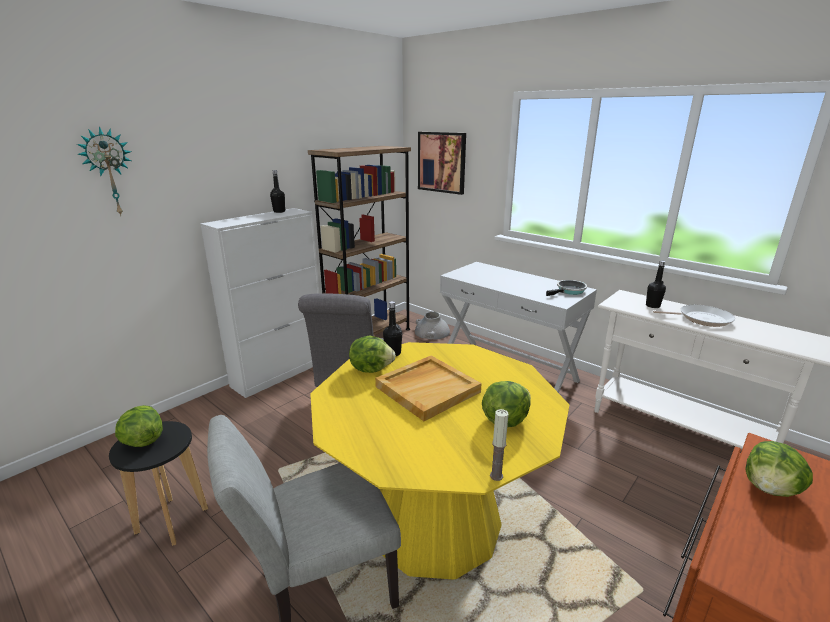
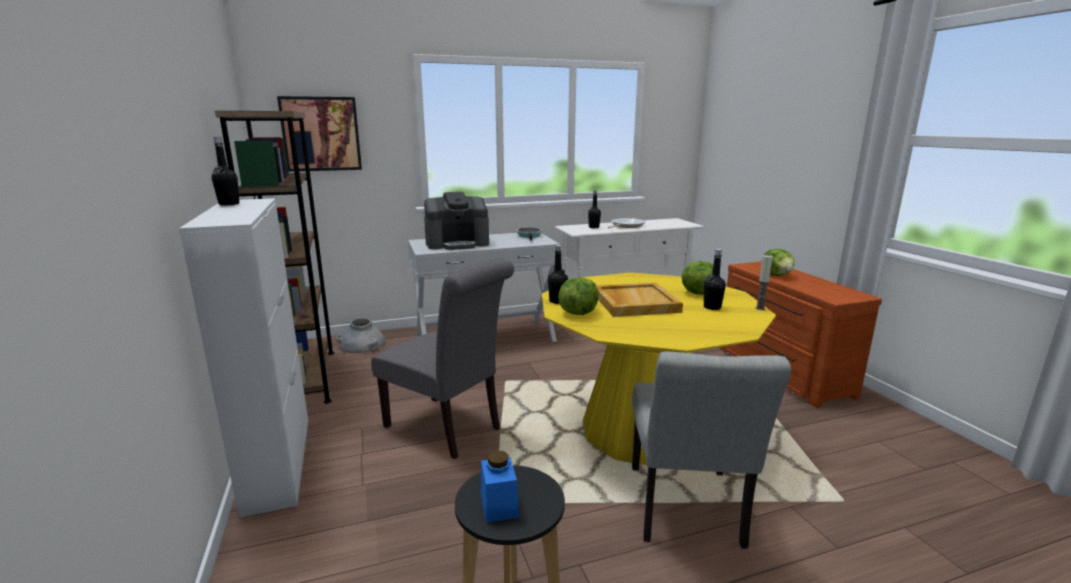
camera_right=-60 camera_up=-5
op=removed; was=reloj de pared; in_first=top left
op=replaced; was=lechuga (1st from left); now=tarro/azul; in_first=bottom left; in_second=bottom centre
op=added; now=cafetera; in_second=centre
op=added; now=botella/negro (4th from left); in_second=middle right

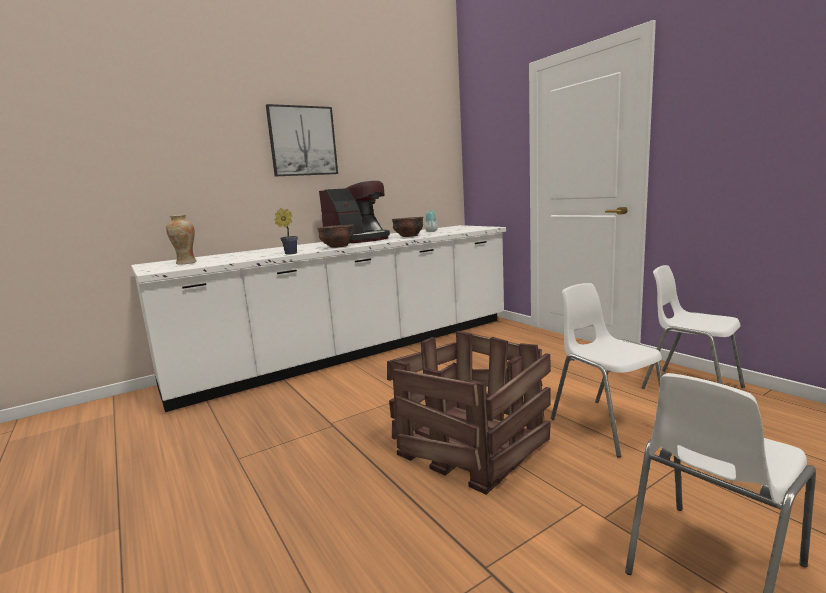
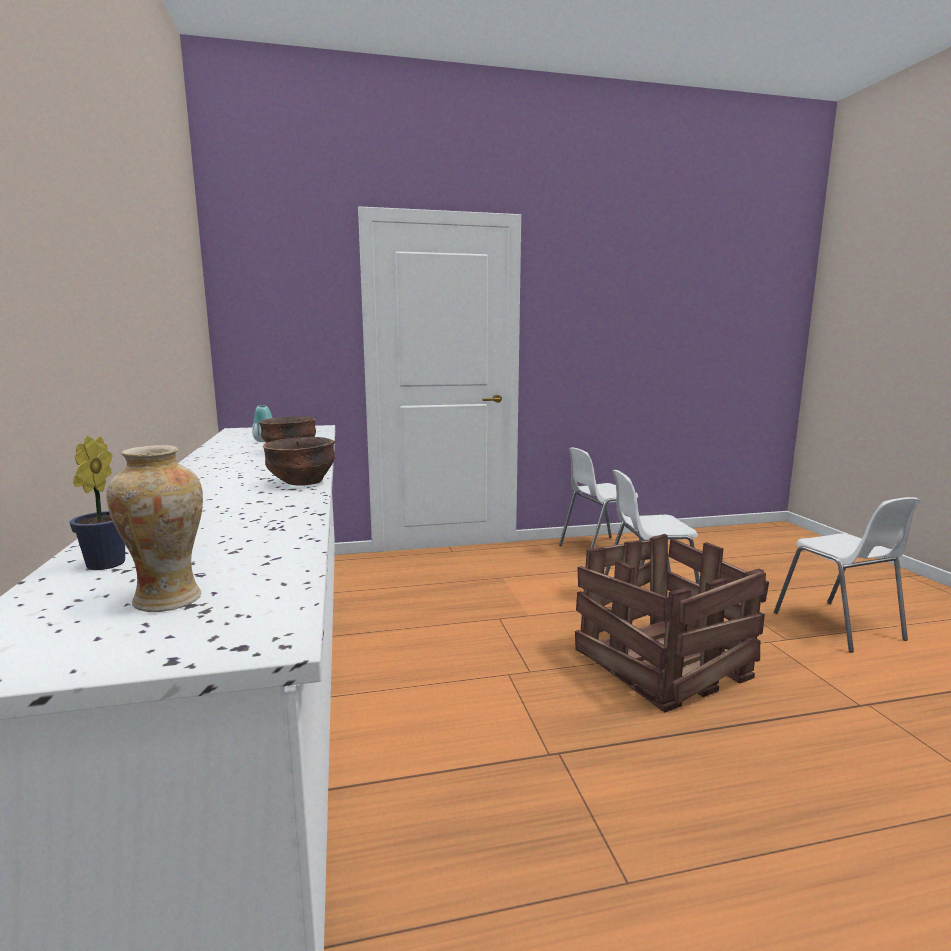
camera_right=-70 camera_up=0
op=removed; was=cuadro; in_first=top centre
op=removed; was=cafetera; in_first=centre
op=moved; was=planta en maceta; in_first=centre; in_second=middle left

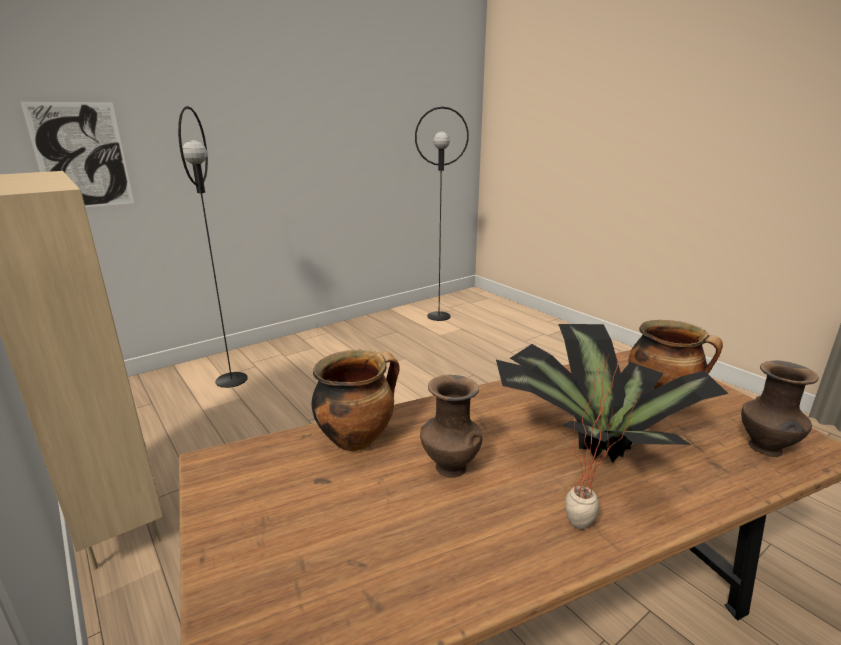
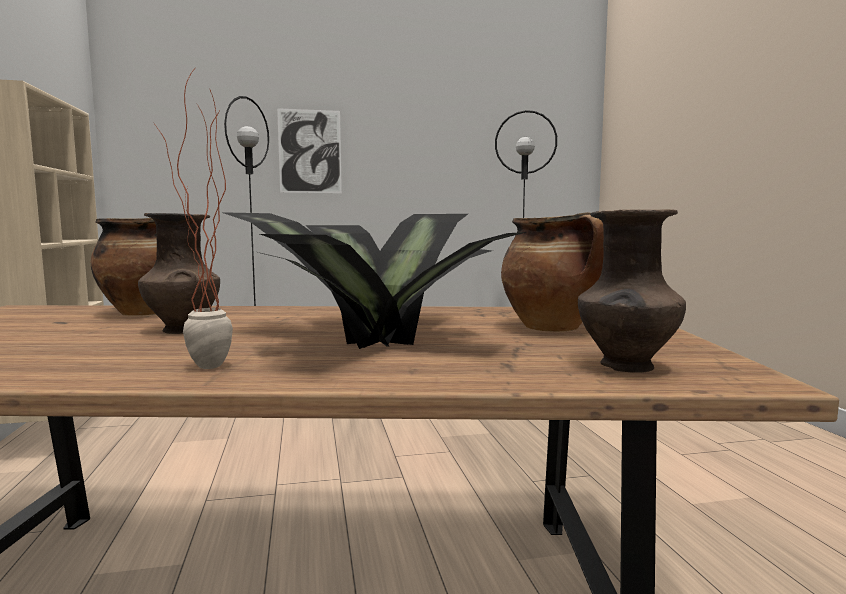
camera_right=25 camera_up=-15
op=moved; was=cuadro; in_first=top left; in_second=top centre

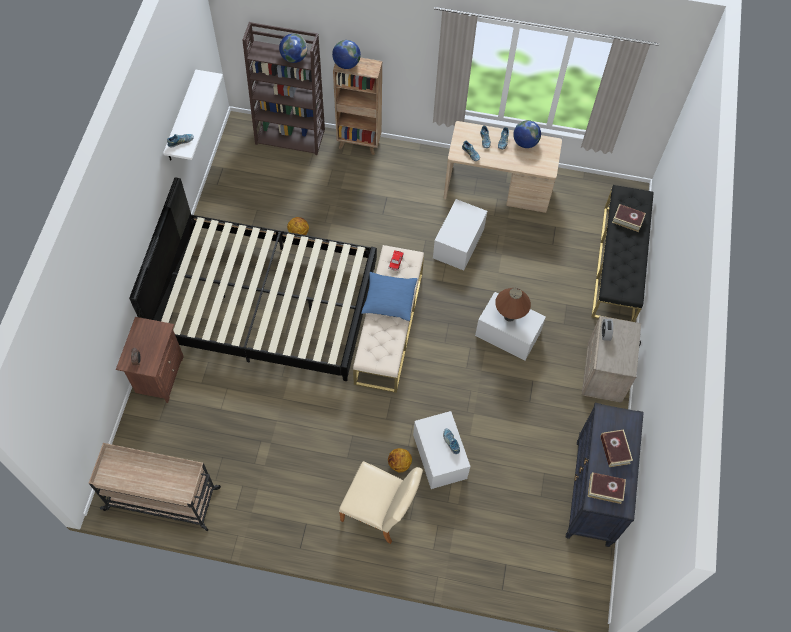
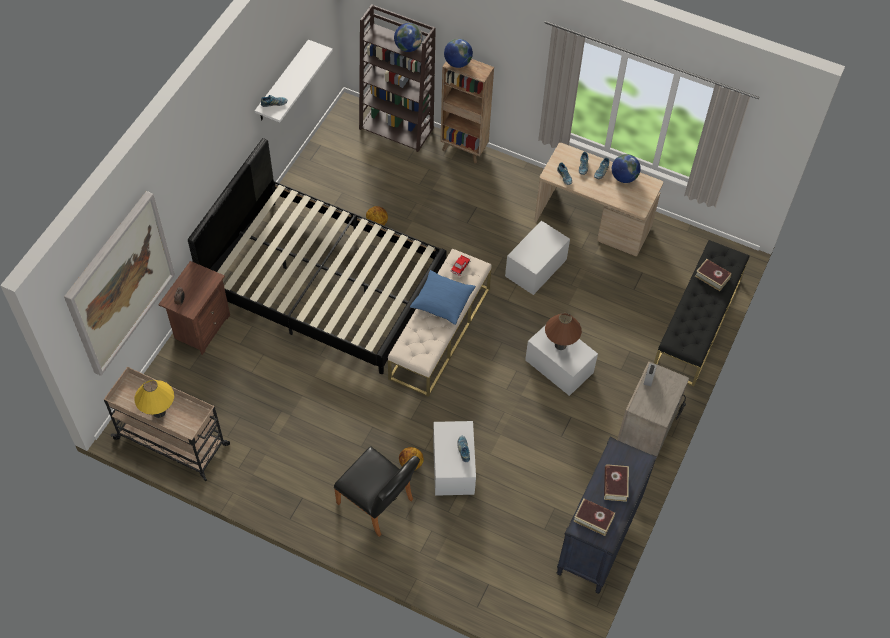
camera_right=15 camera_up=-5
op=recoloured; was=silla/beis; now=silla/negro; in_first=bottom centre; in_second=bottom centre
op=added; now=cuadro; in_second=middle left
op=added; now=lámpara de mesa/amarillo; in_second=middle left

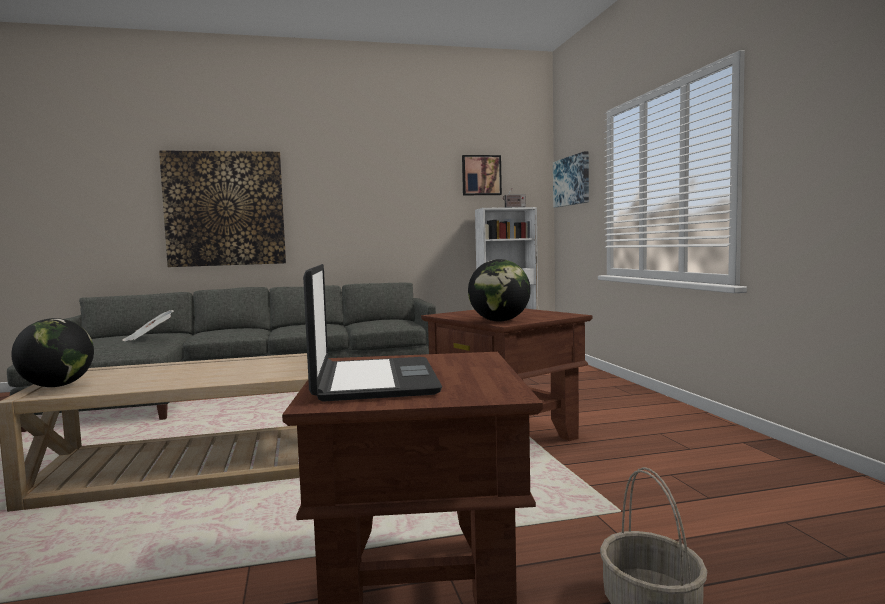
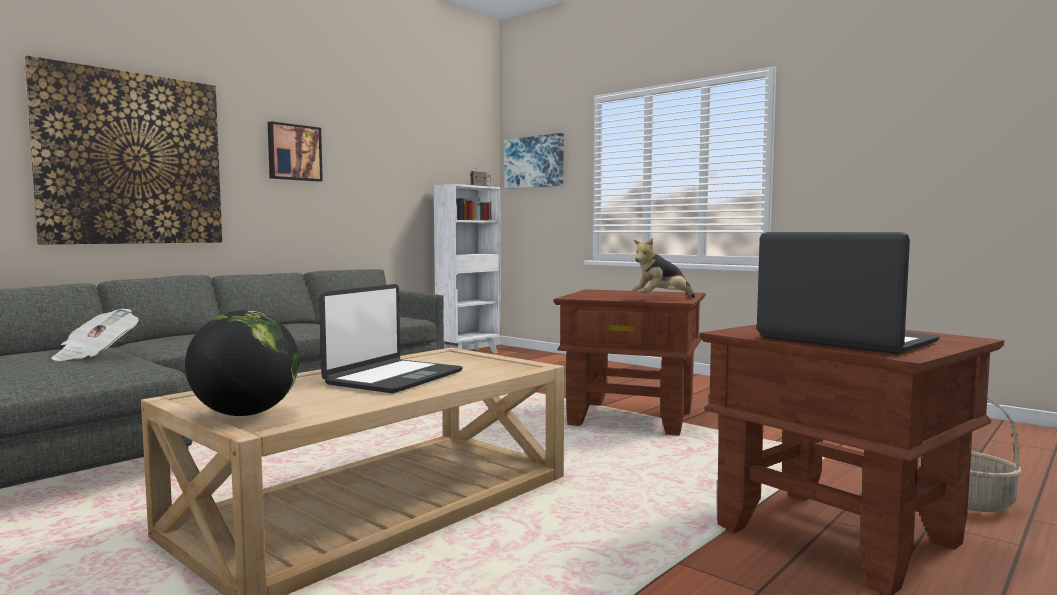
camera_right=-35 camera_up=0
op=moved; was=cuadro (2nd from left); in_first=top centre; in_second=top left
op=replaced; was=globo terráqueo (2nd from left); now=peluche; in_first=centre; in_second=centre
op=added; now=portátil (1st from left); in_second=centre

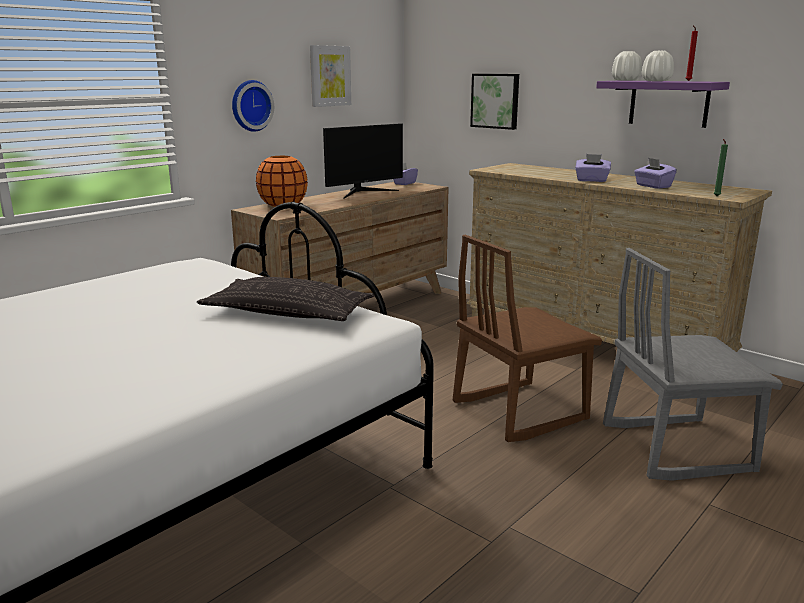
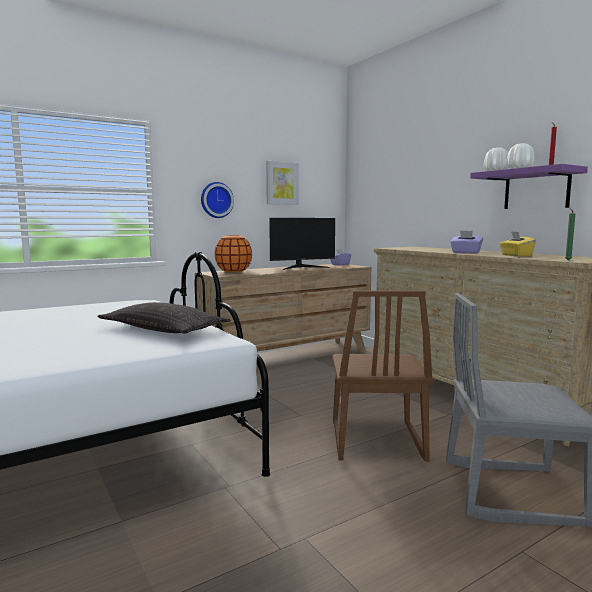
camera_right=15 camera_up=-10
op=removed; was=cuadro (2nd from left); in_first=top centre
op=recoloured; was=caja de pañuelos/morado (3rd from left); now=caja de pañuelos/amarillo; in_first=top right; in_second=middle right
op=turned; was=silla/marrón; in_first=centre; in_second=centre; clockwise=-75

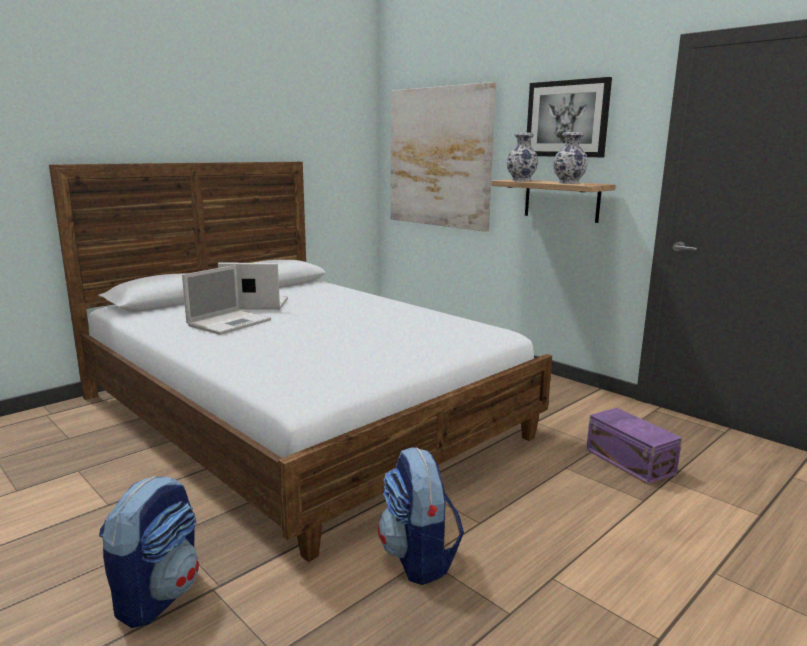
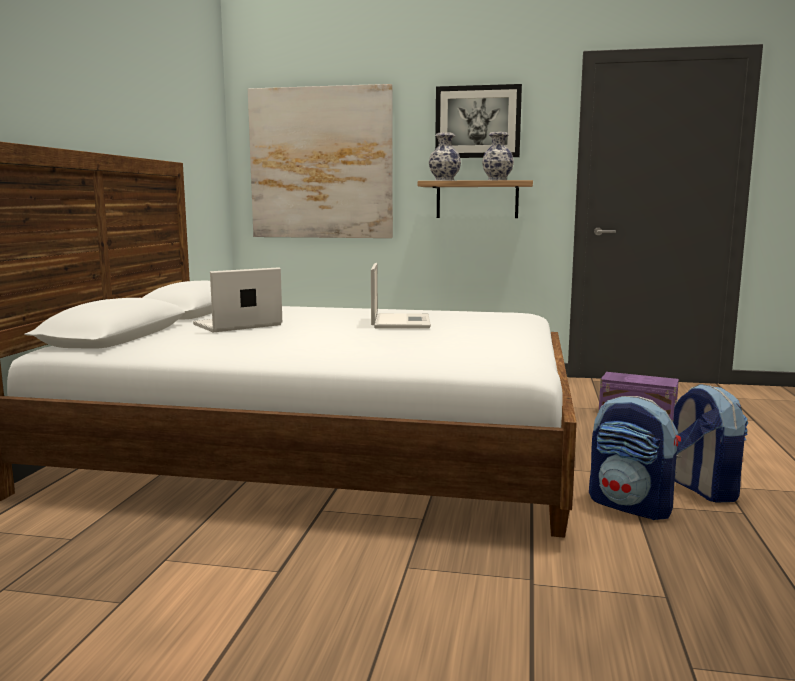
camera_right=-35 camera_up=-5
op=moved; was=portátil (1st from left in the first image); now=portátil (2nd from left); in_first=middle left; in_second=centre
op=moved; was=mochila (1st from left in the first image); now=mochila (2nd from left); in_first=bottom left; in_second=middle right

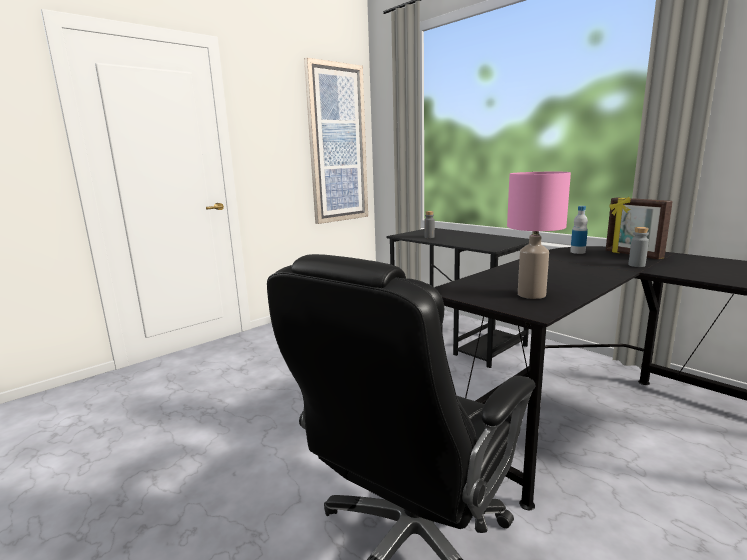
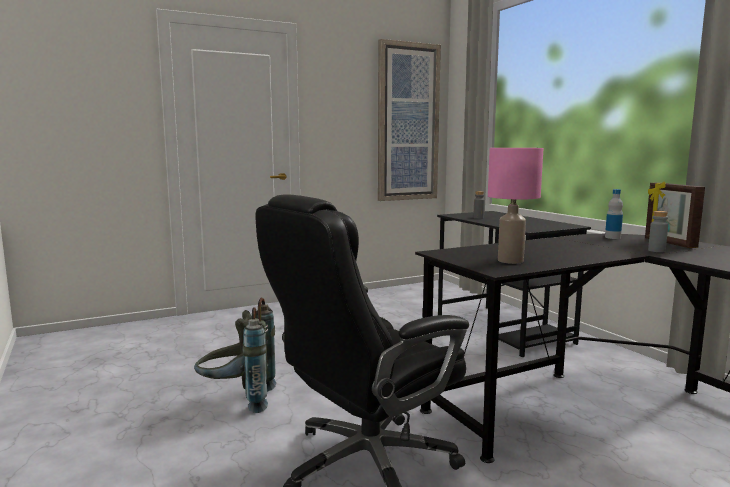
camera_right=15 camera_up=-5
op=added; now=mochila/gris; in_second=bottom left

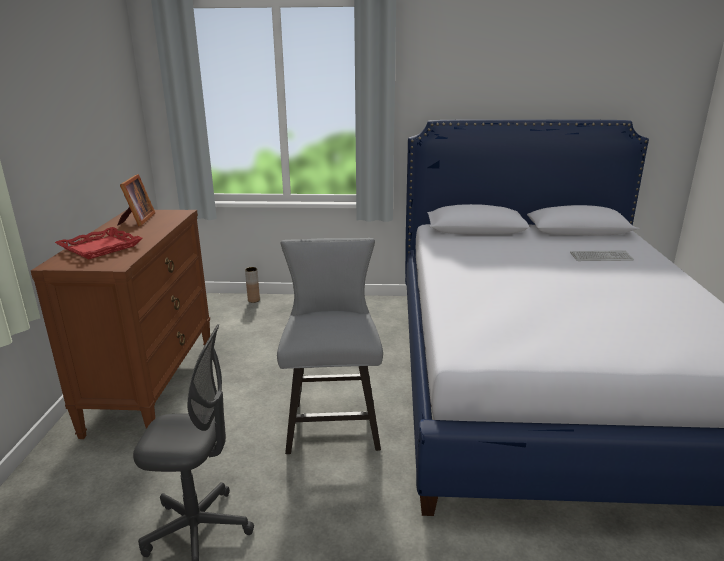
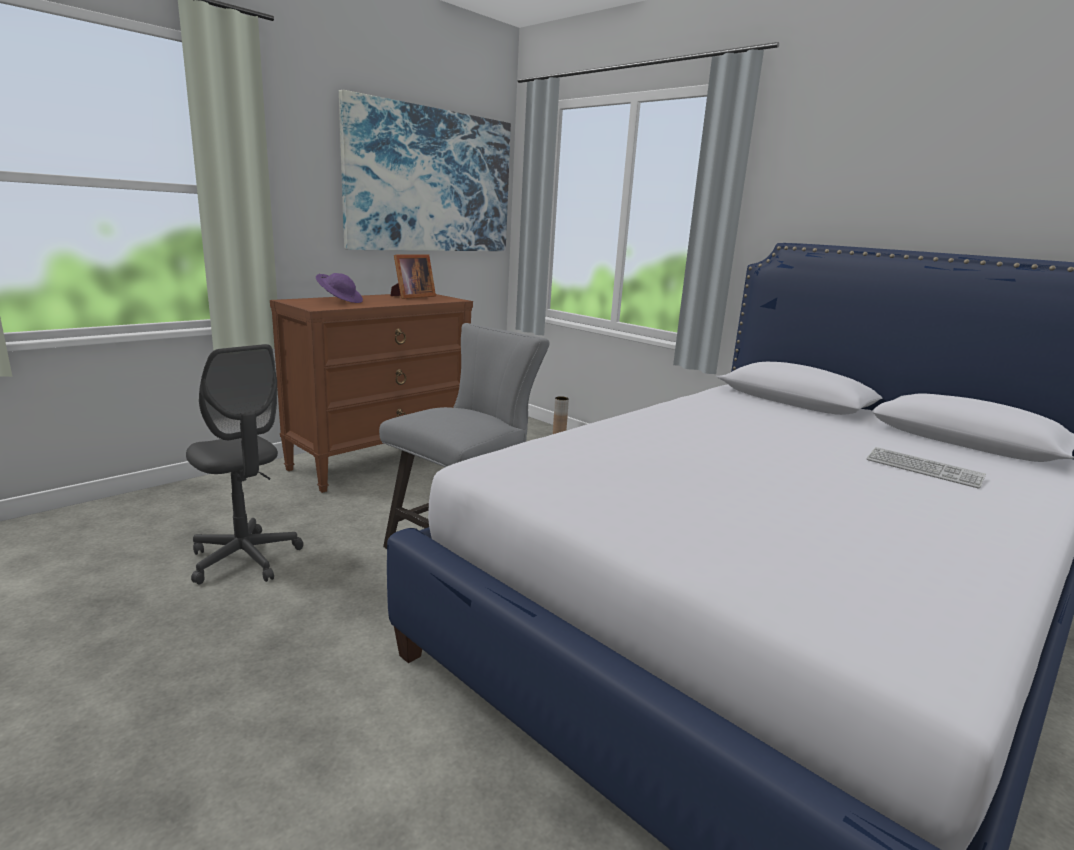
camera_right=40 camera_up=-5
op=replaced; was=bandeja/rojo; now=sombrero/morado; in_first=middle left; in_second=middle left
op=added; now=cuadro; in_second=top centre

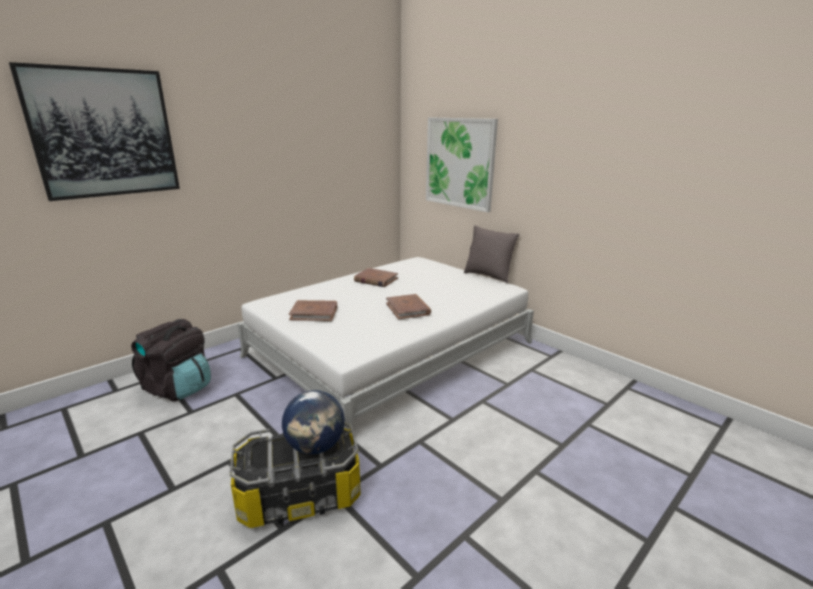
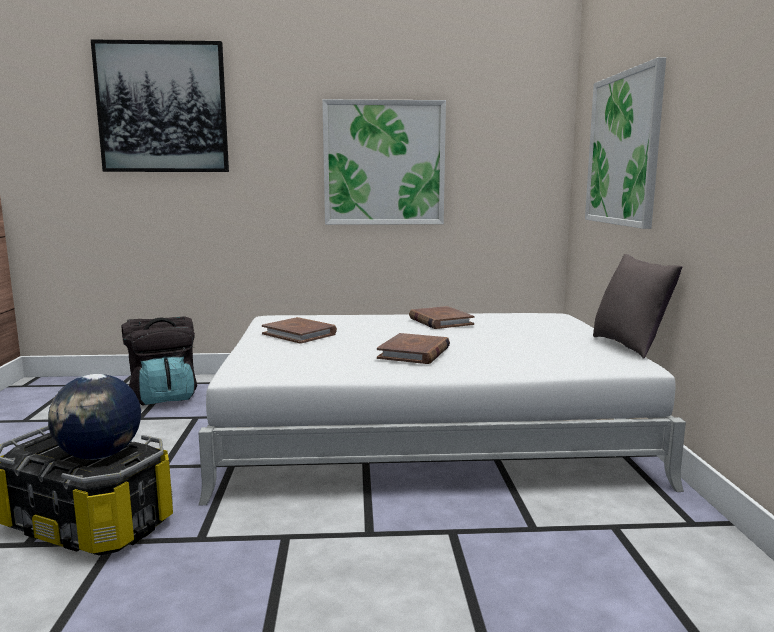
camera_right=40 camera_up=-10
op=added; now=cuadro (2nd from left); in_second=top centre

